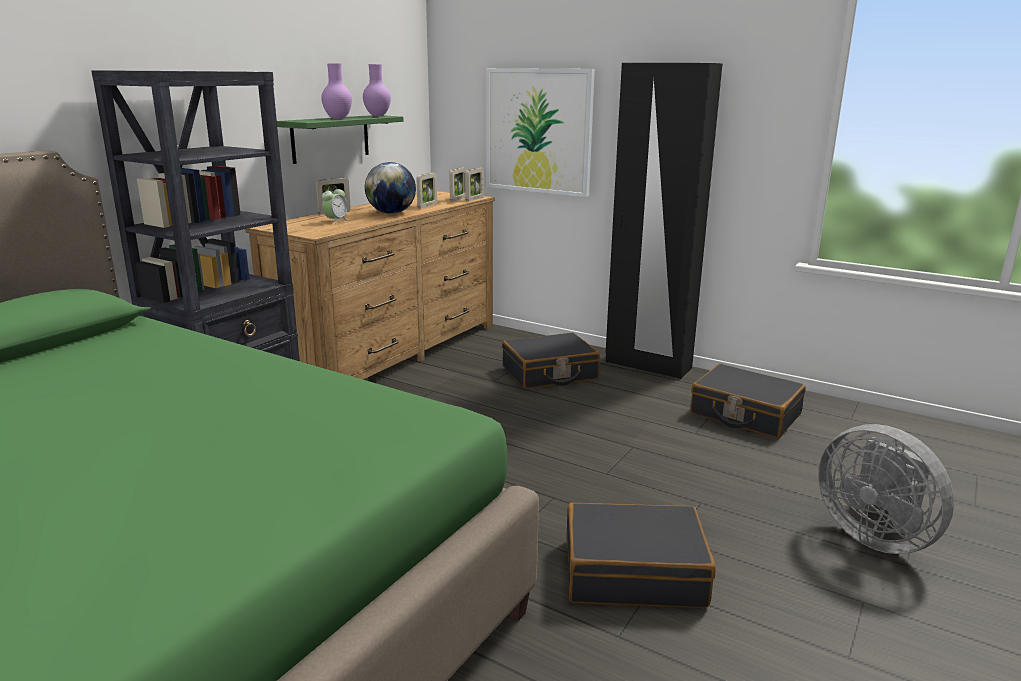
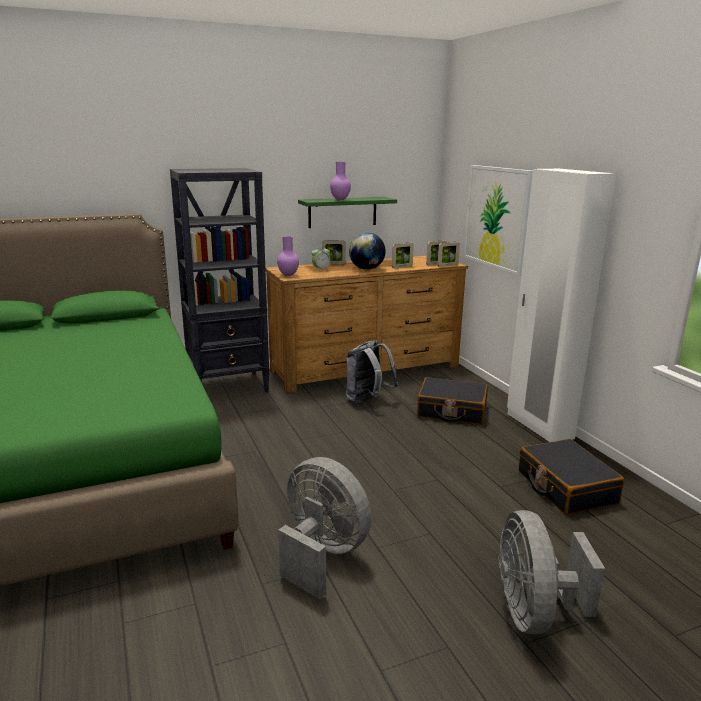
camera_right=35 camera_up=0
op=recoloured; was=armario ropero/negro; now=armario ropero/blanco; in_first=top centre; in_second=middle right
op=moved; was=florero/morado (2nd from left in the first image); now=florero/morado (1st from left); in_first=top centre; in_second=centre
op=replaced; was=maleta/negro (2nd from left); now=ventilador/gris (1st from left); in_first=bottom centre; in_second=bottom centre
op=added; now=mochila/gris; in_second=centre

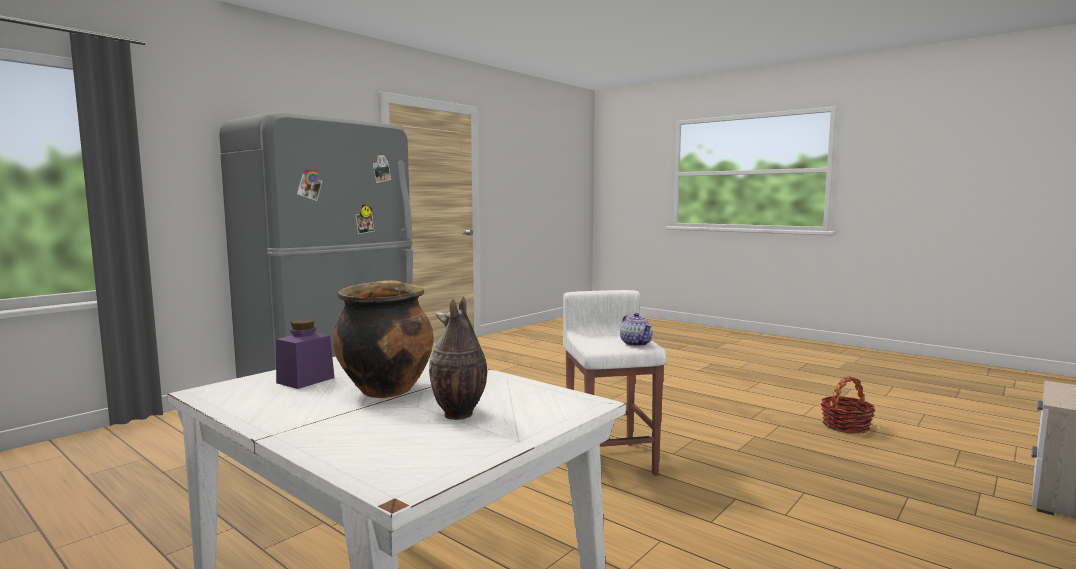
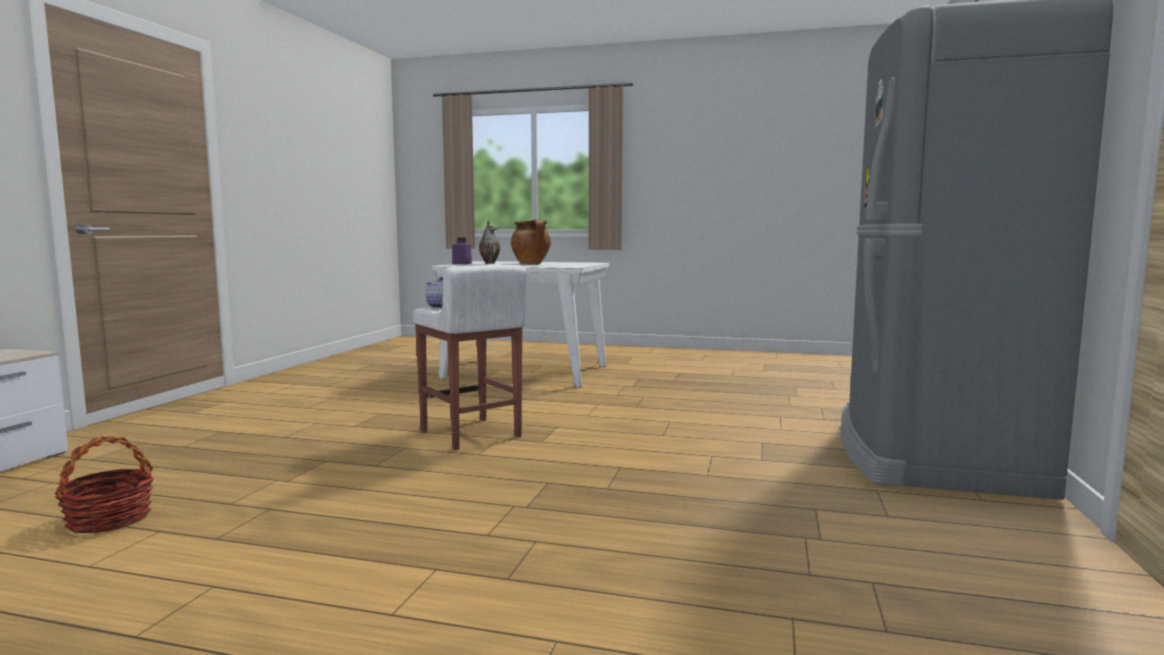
camera_right=155 camera_up=0
op=moved; was=tarro/morado; in_first=middle left; in_second=centre

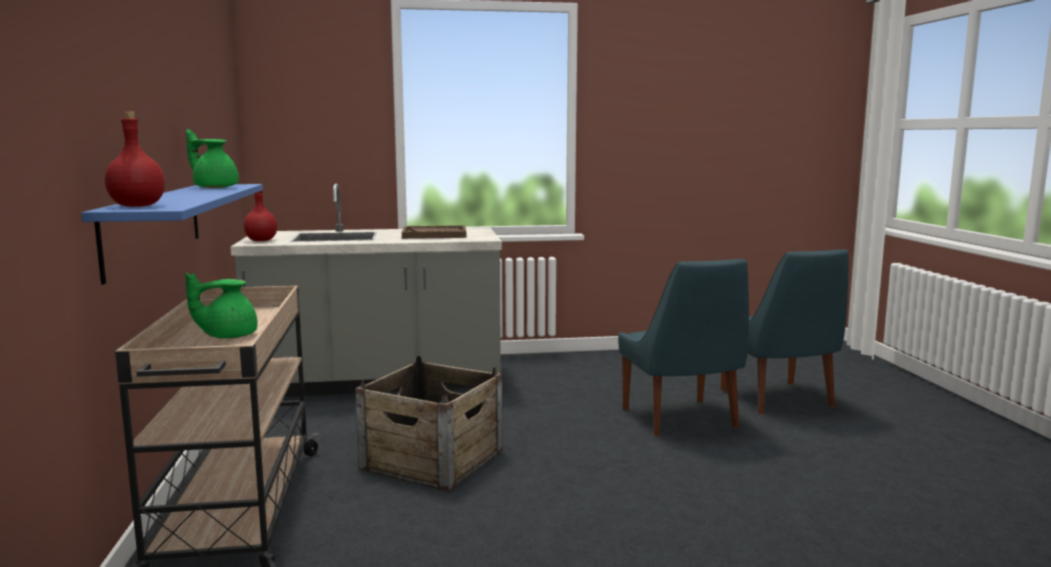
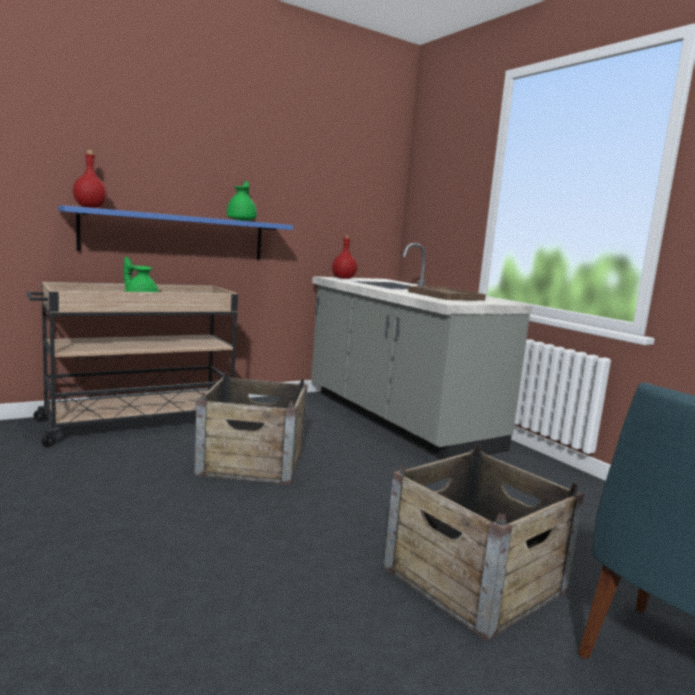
camera_right=65 camera_up=0
op=replaced; was=silla/azul (1st from left); now=caja de embalaje (2nd from left); in_first=centre; in_second=bottom right

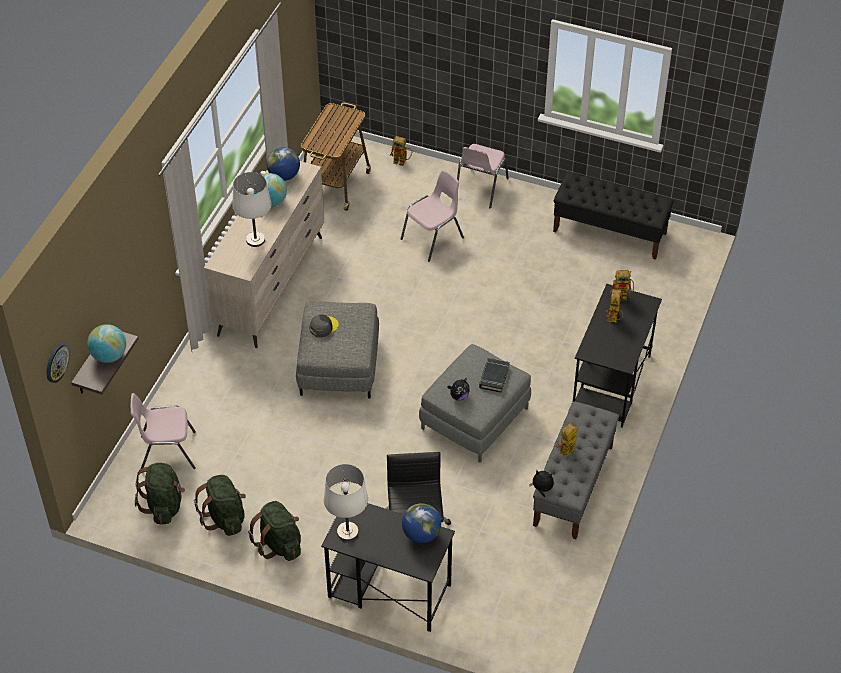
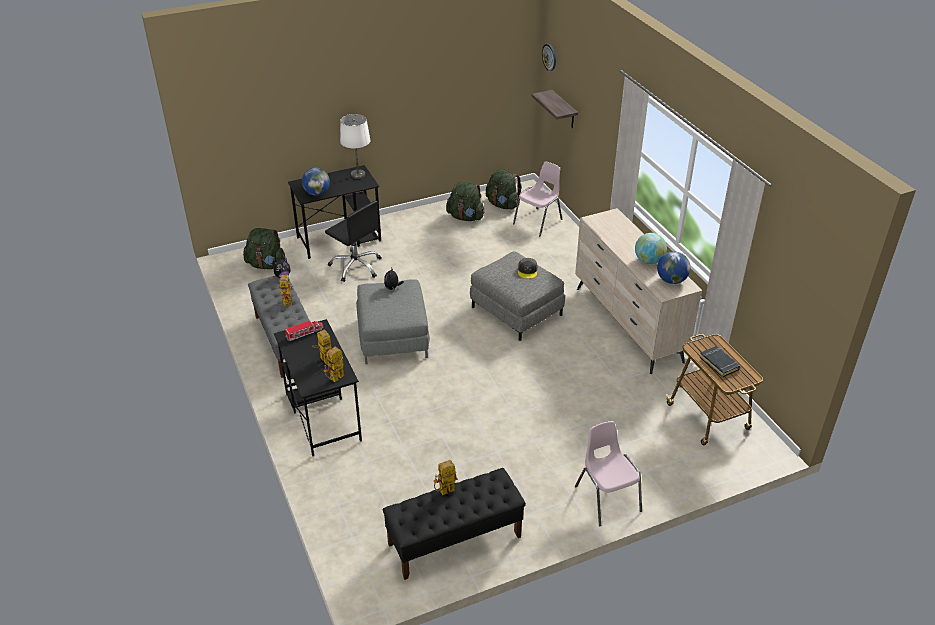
camera_right=135 camera_up=-10
op=moved; was=robot de juguete (1st from left in the first image); now=robot de juguete (4th from left); in_first=top centre; in_second=bottom centre
op=removed; was=silla/rosa (2nd from left); in_first=top centre
op=removed; was=lámpara de mesa/blanco (1st from left); in_first=top left
op=removed; was=globo terráqueo (1st from left); in_first=middle left
op=moved; was=libro/negro; in_first=centre; in_second=middle right
op=moved; was=mochila/verde (3rd from left in the first image); now=mochila/verde (1st from left); in_first=bottom left; in_second=middle left
op=added; now=camión de juguete; in_second=middle left

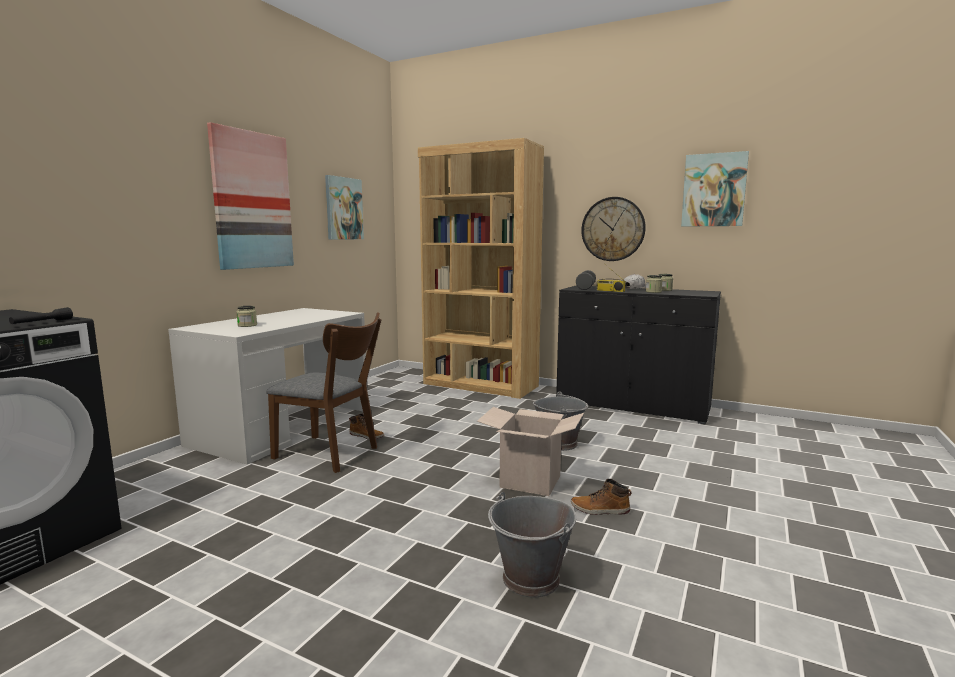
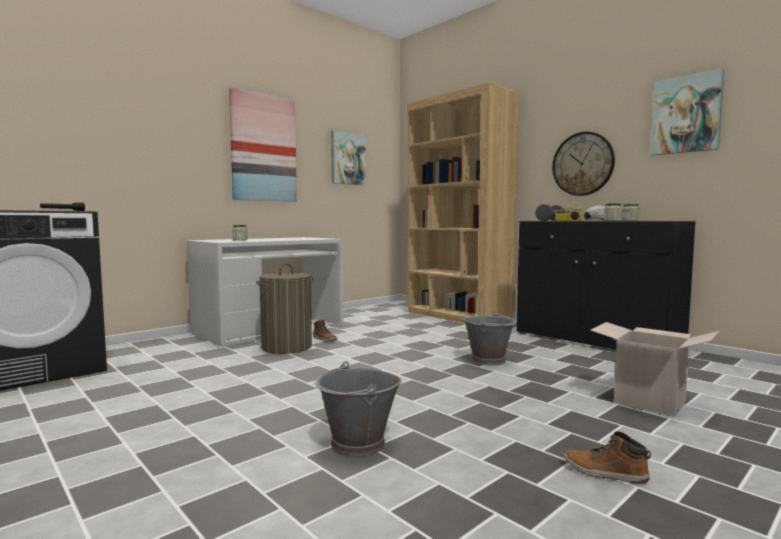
camera_right=20 camera_up=-5
op=replaced; was=silla/marrón; now=cesto de la ropa; in_first=centre; in_second=centre
op=moved; was=caja de cartón; in_first=centre; in_second=bottom right
op=moved; was=bota (2nd from left); in_first=bottom centre; in_second=bottom right

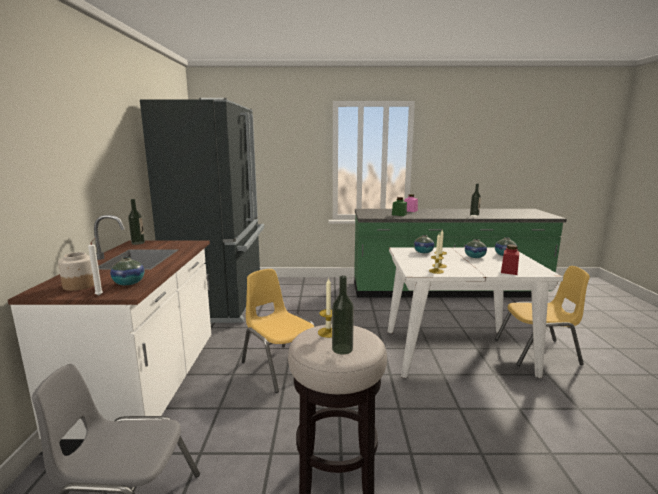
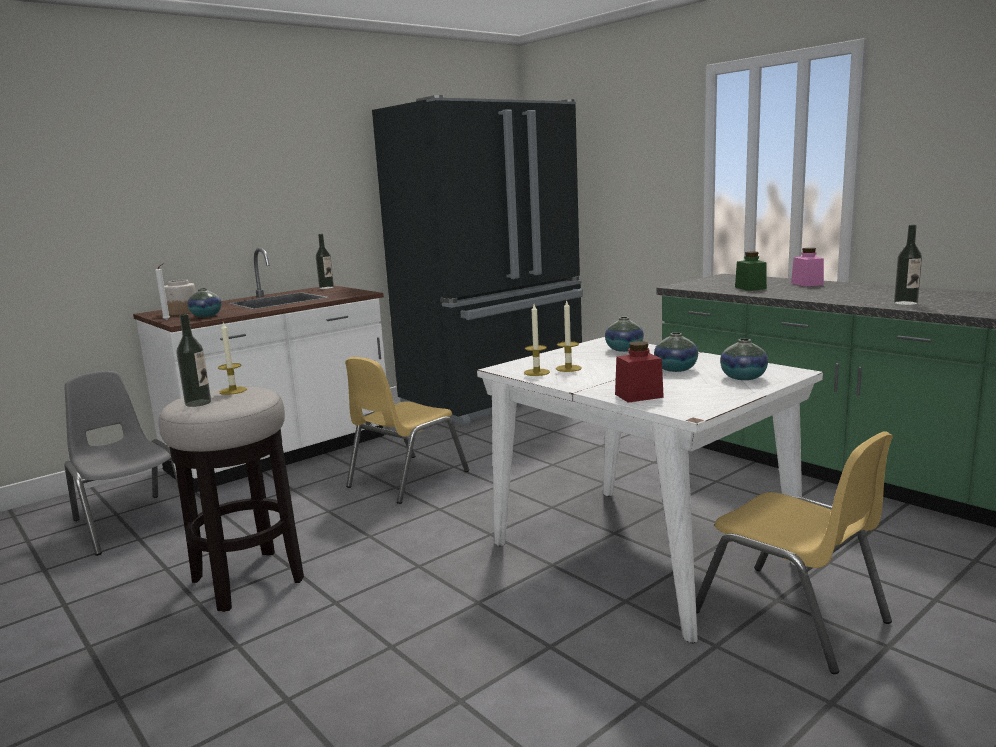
camera_right=50 camera_up=0
op=turned; was=silla/amarillo (1st from left); in_first=bottom centre; in_second=centre; clockwise=-150

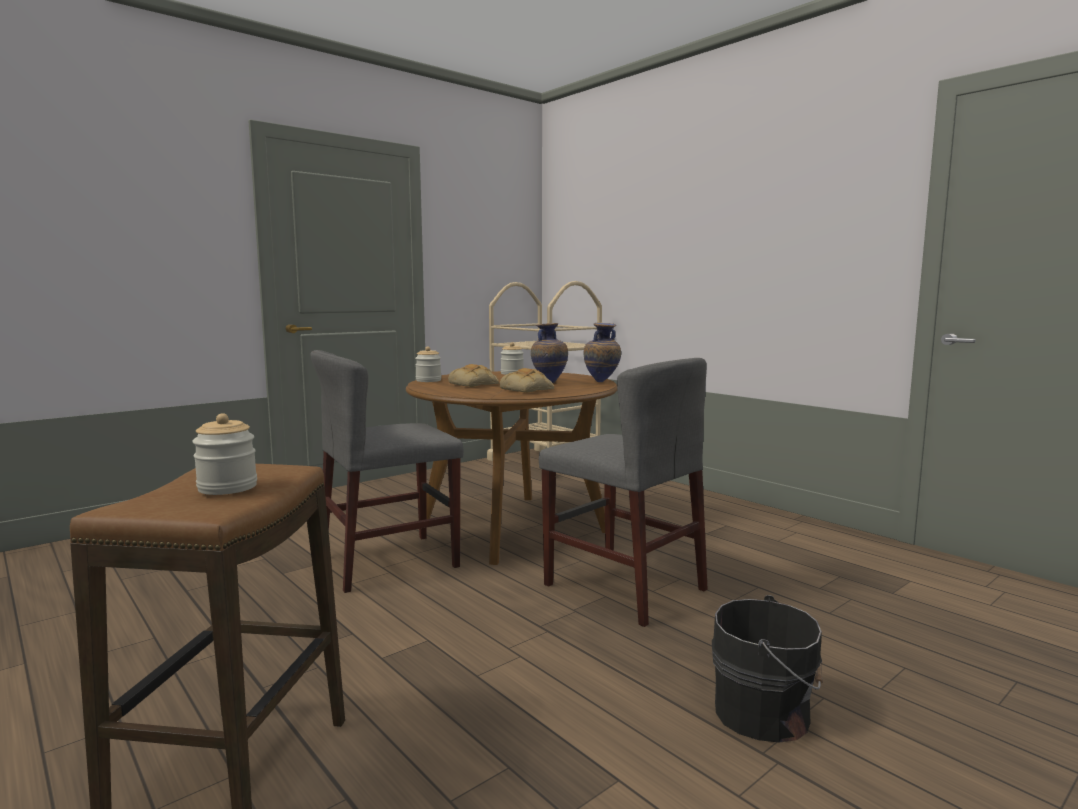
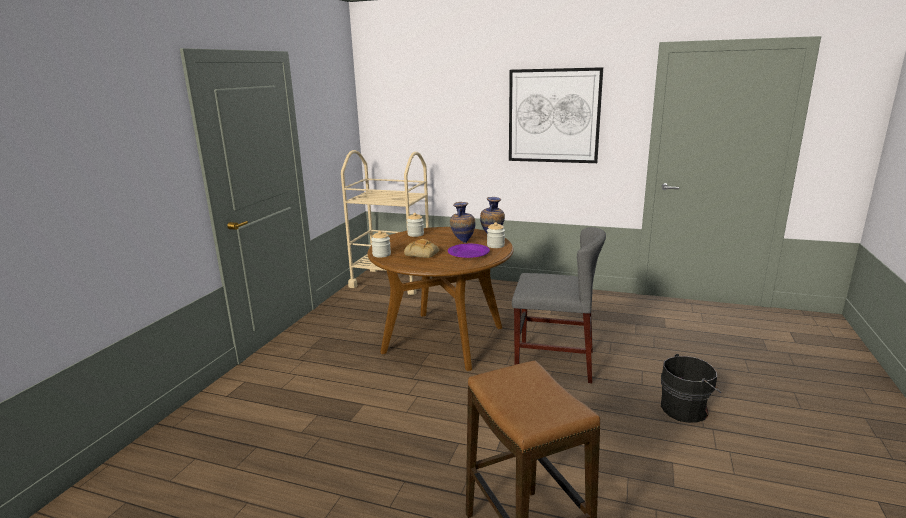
camera_right=-30 camera_up=10
op=removed; was=silla/gris (1st from left); in_first=centre
op=replaced; was=pan (2nd from left); now=plato/morado; in_first=centre; in_second=centre
op=moved; was=tarro (1st from left in the first image); now=tarro (3rd from left); in_first=middle left; in_second=centre
op=added; now=cuadro; in_second=top centre

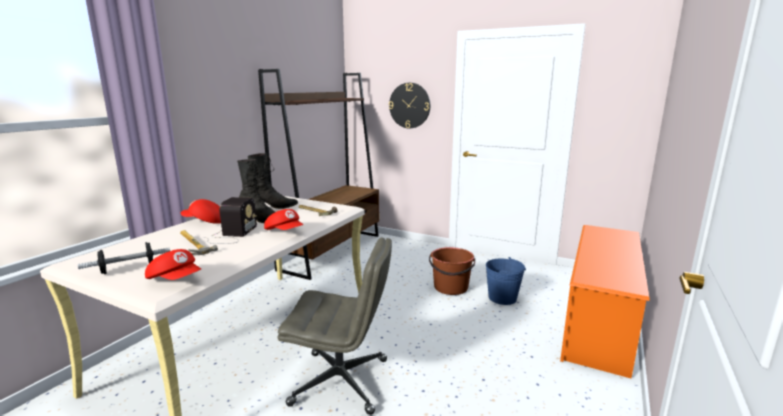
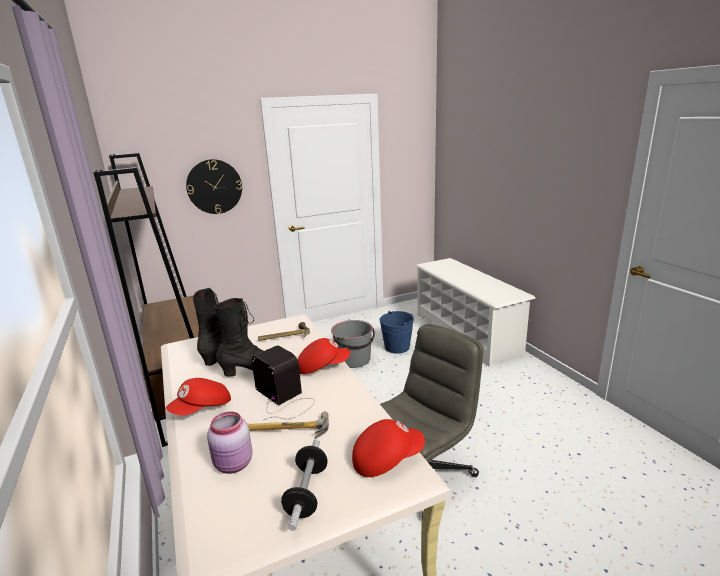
camera_right=-50 camera_up=5
op=recoloured; was=zapatero/naranja; now=zapatero/blanco; in_first=bottom right; in_second=centre
op=recoloured; was=cubo/marrón; now=cubo/gris; in_first=centre; in_second=centre
op=added; now=tarro/rosa; in_second=bottom left

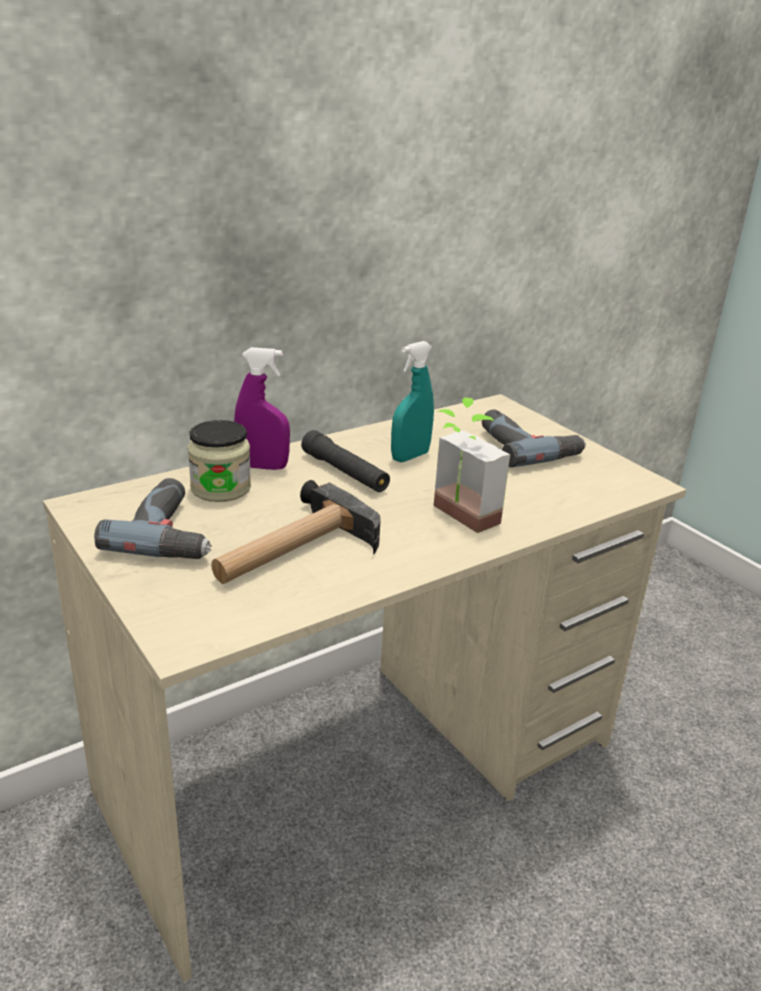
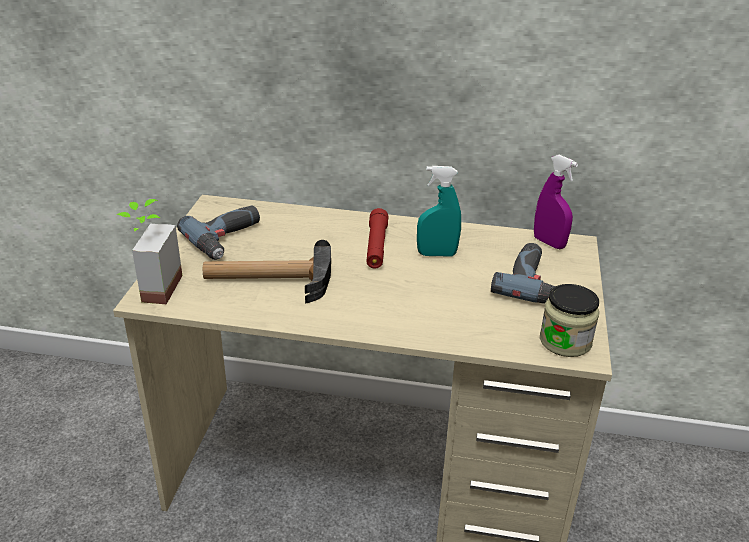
camera_right=45 camera_up=5
op=moved; was=pulverizador/morado; in_first=centre; in_second=middle right
op=moved; was=planta en maceta; in_first=centre; in_second=middle left
op=moved; was=tarro; in_first=middle left; in_second=middle right
op=recoloured; was=linterna/negro; now=linterna/rojo; in_first=centre; in_second=centre

